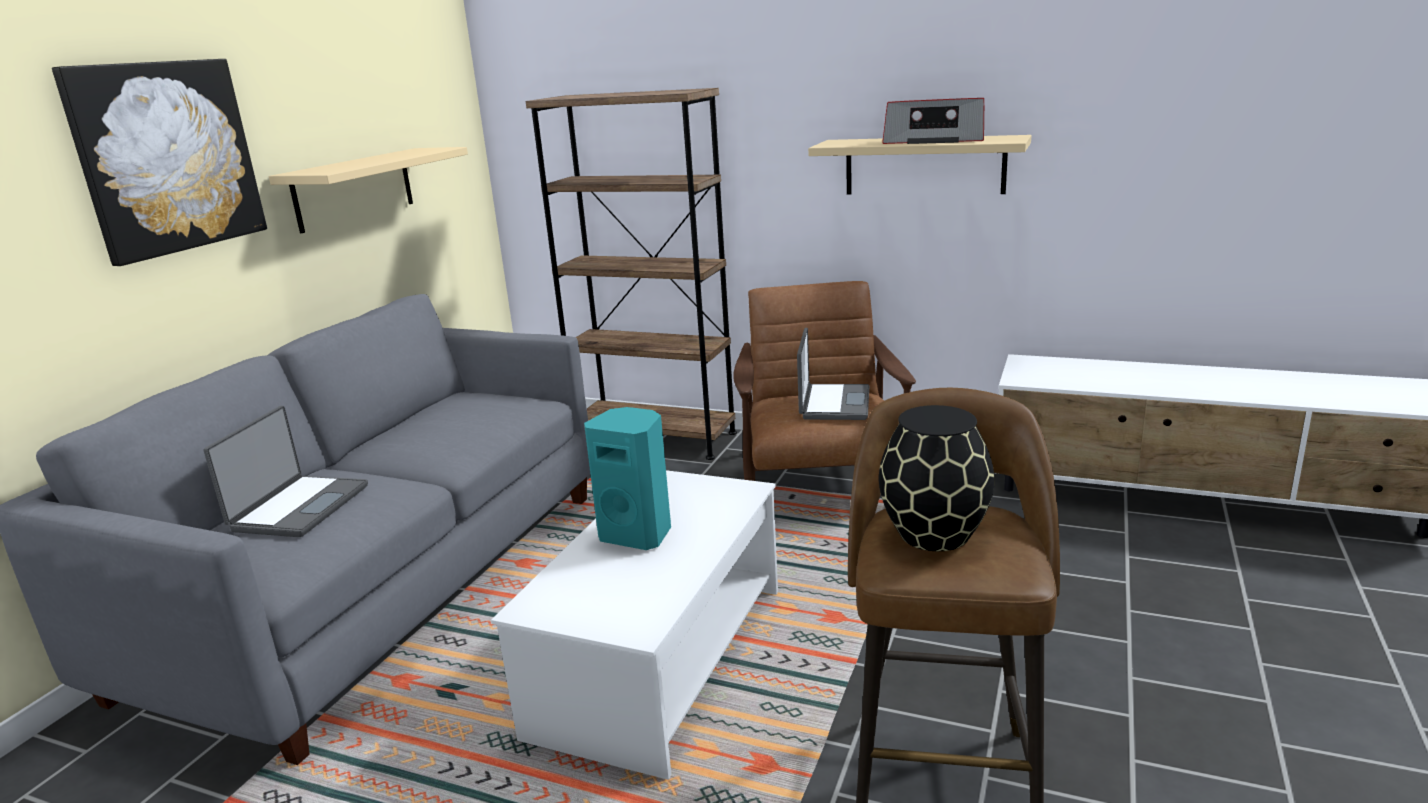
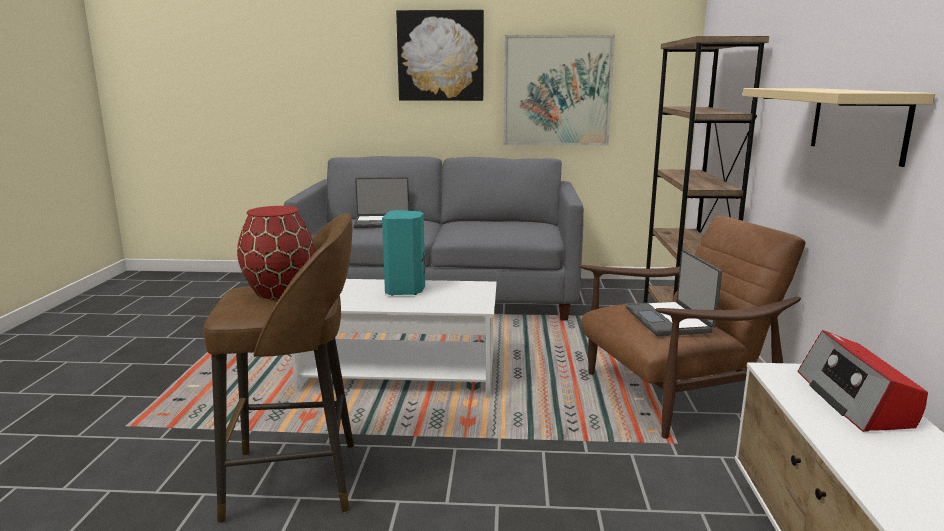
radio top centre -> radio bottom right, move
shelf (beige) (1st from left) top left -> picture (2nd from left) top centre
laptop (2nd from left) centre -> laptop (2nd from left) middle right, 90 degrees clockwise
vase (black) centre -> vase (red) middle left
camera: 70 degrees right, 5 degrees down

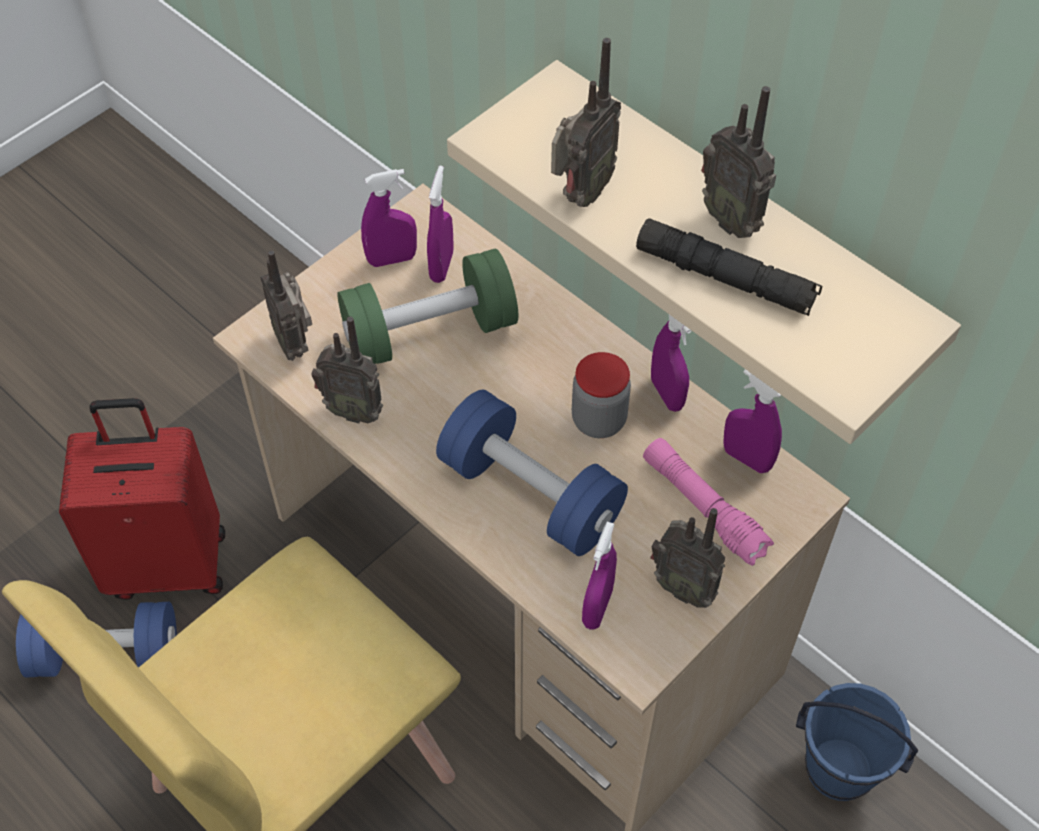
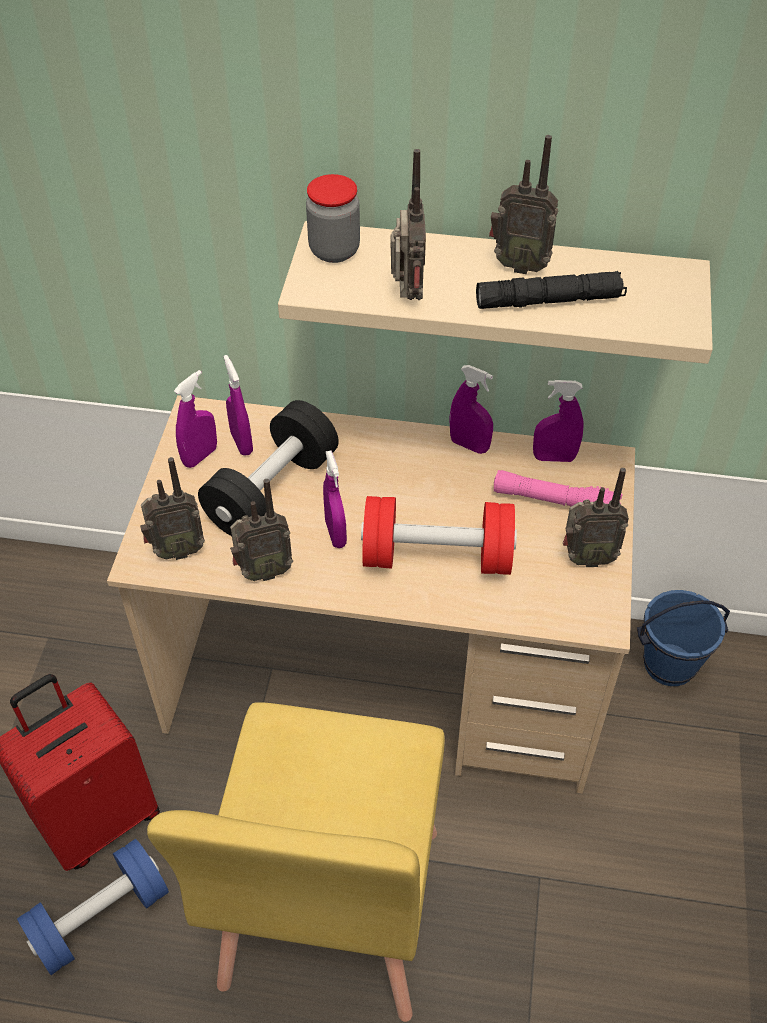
dumbbell (green) centre -> dumbbell (black) centre
radio (1st from left) middle left, 45 degrees counterclockwise
jar centre -> jar top centre, move
dumbbell (blue) (2nd from left) centre -> dumbbell (red) centre
spray bottle (purple) (3rd from left) bottom centre -> spray bottle (purple) (3rd from left) centre, move
camera: 35 degrees left, 5 degrees down

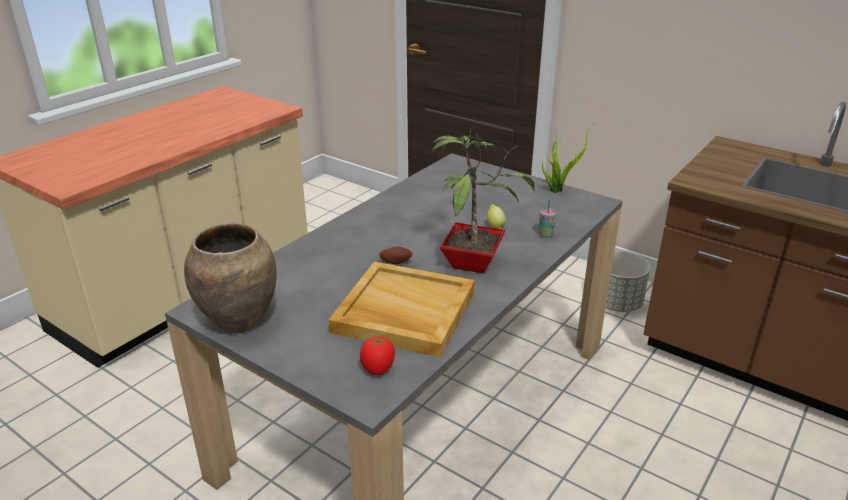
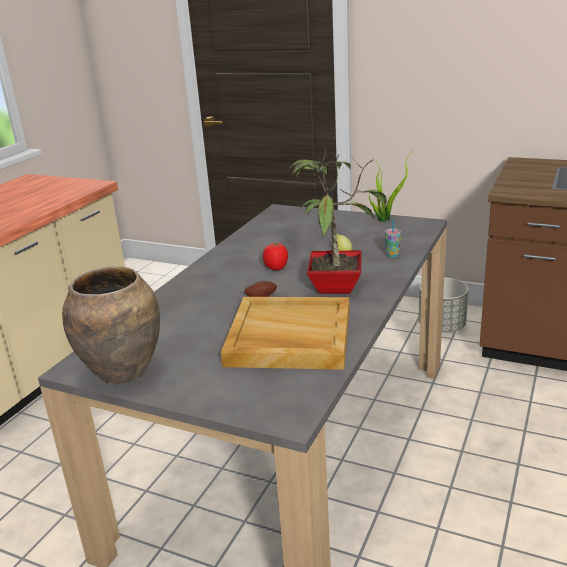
tomato bottom centre -> tomato centre, move
camera: 10 degrees left, 5 degrees down

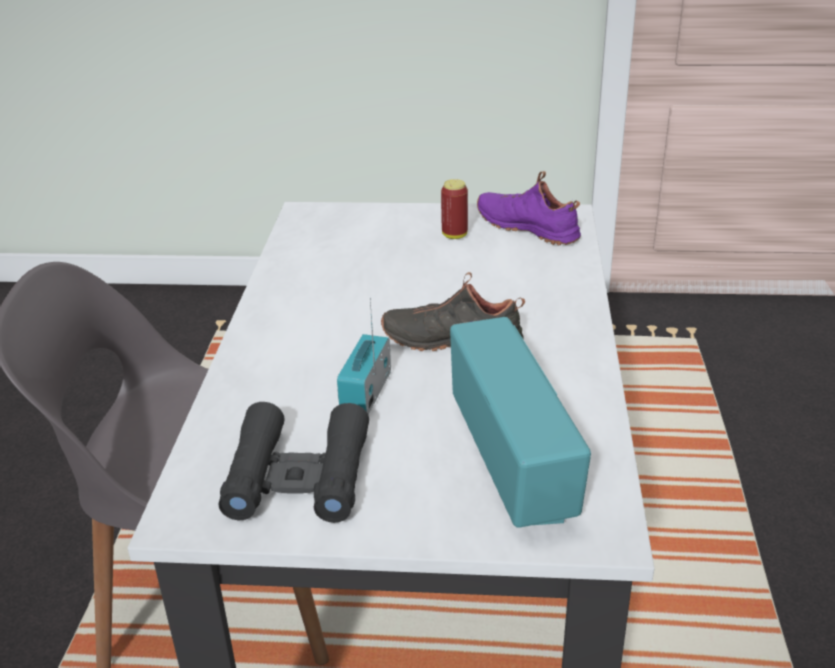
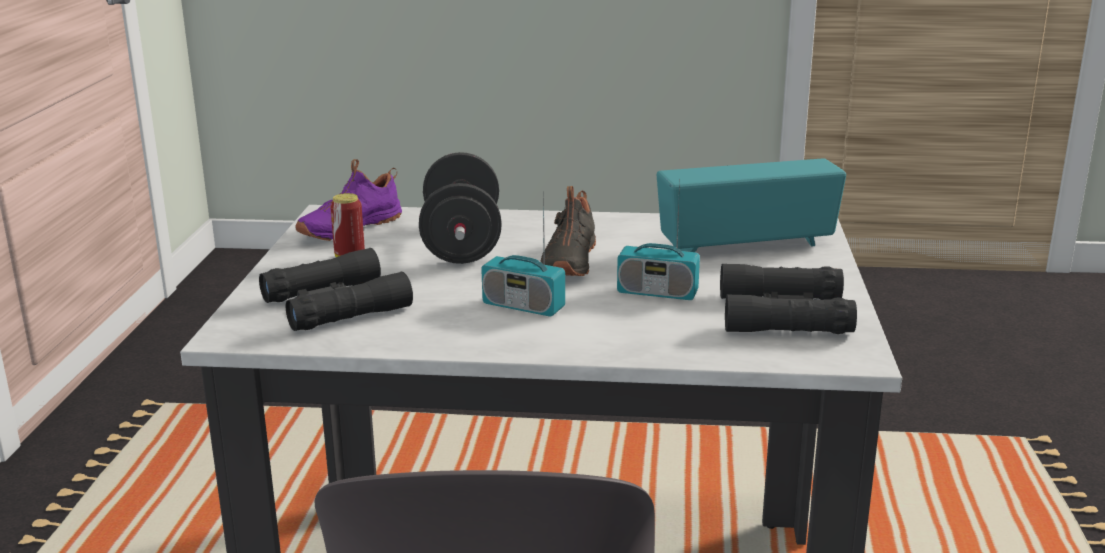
none -> dumbbell (black) centre
none -> radio (1st from left) centre
none -> binoculars (black) (1st from left) middle left
camera: 90 degrees left, 10 degrees down

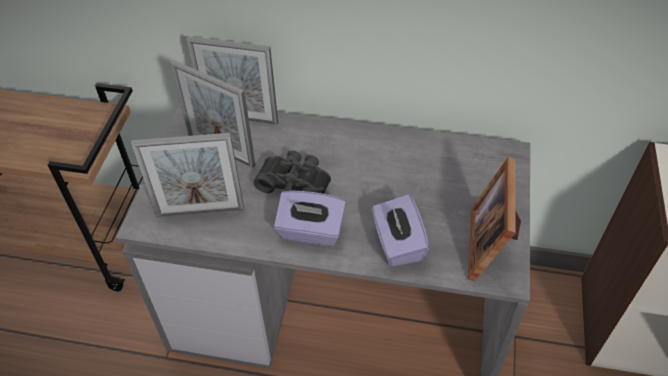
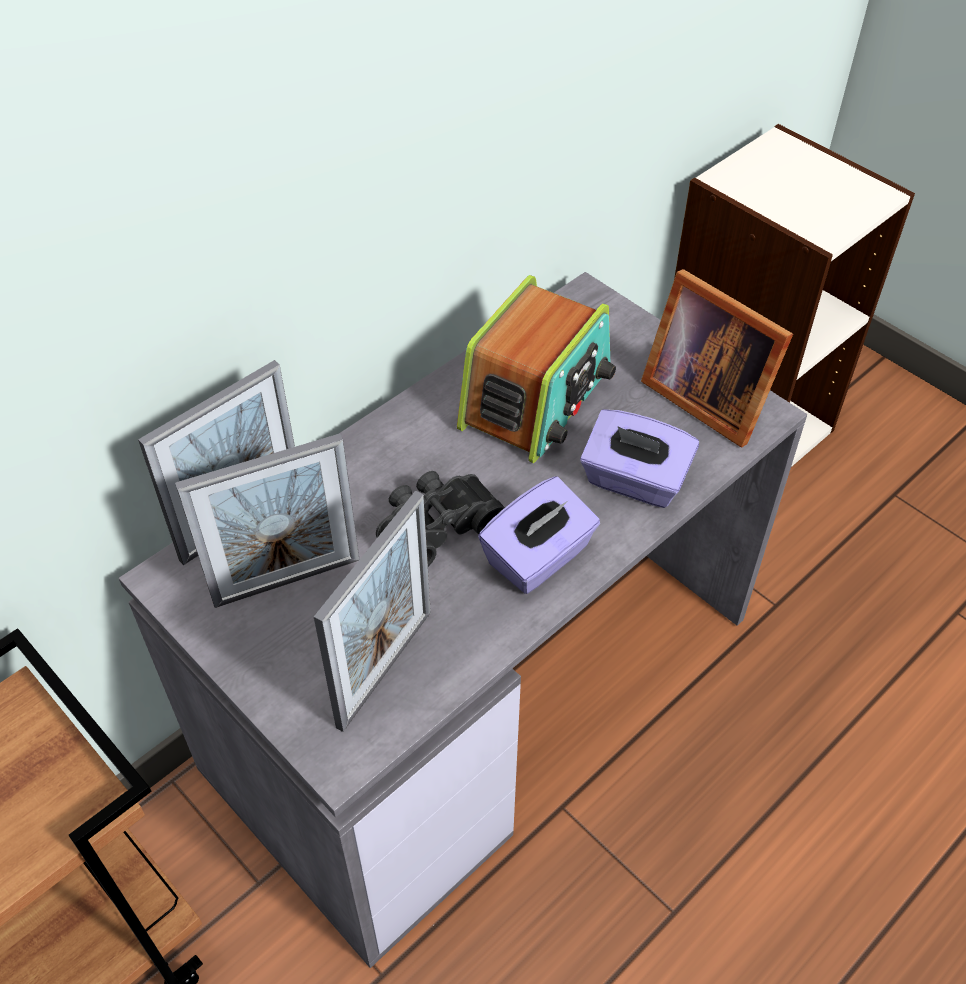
none -> radio centre
camera: 55 degrees left, 0 degrees up

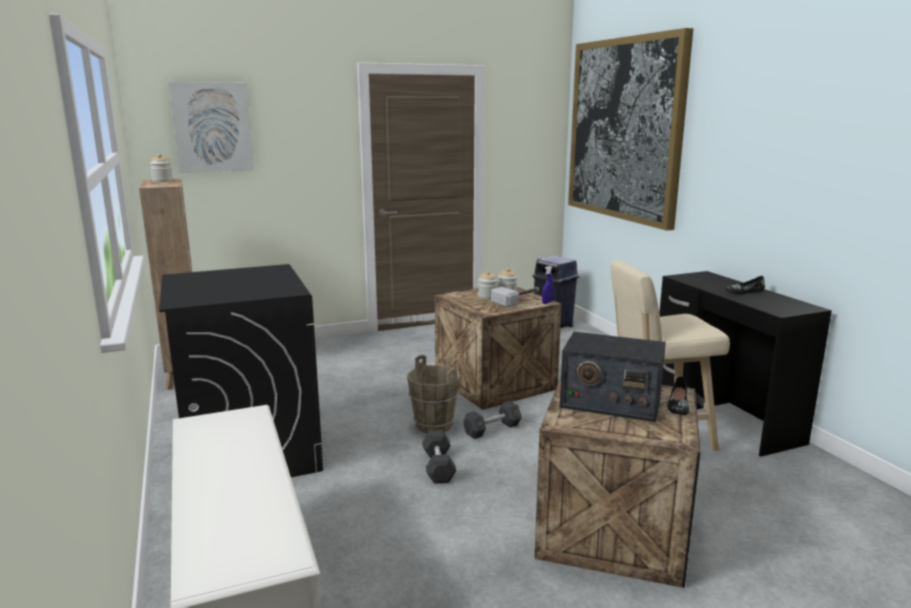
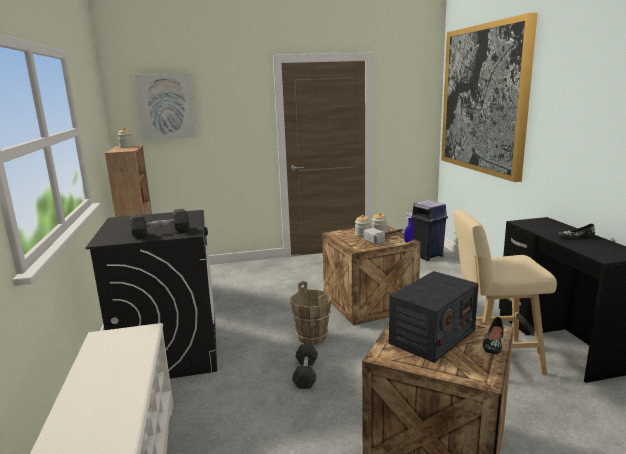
radio middle right -> radio bottom right, 75 degrees counterclockwise
dumbbell (grey) (2nd from left in the first image) bottom centre -> dumbbell (grey) (1st from left) middle left, move
camera: 10 degrees right, 0 degrees up

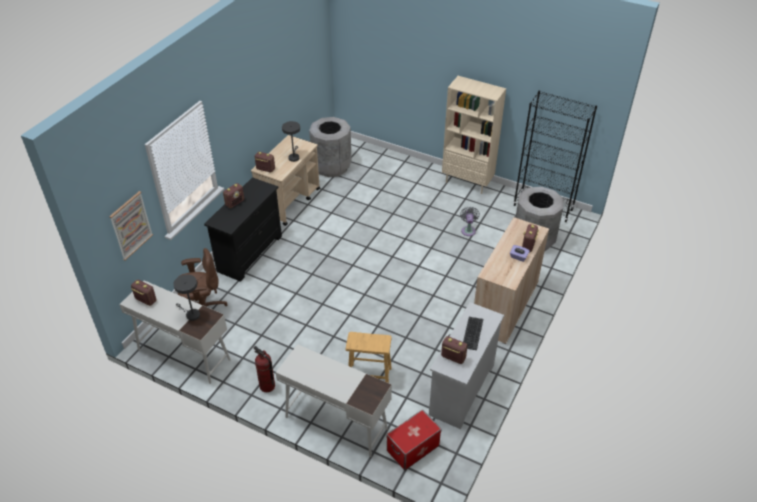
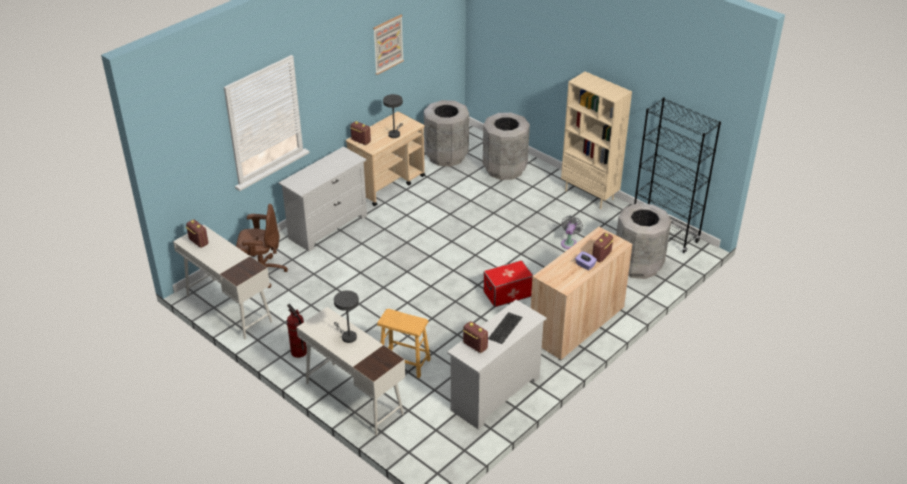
dresser (black) middle left -> dresser (white) (1st from left) centre
radio (2nd from left) middle left -> none
picture middle left -> picture top centre, move
table lamp (grey) (1st from left) middle left -> table lamp (grey) (1st from left) centre, move
storage box bottom centre -> storage box centre, move
none -> trash can (grey) (2nd from left) top centre
camera: 15 degrees right, 5 degrees down

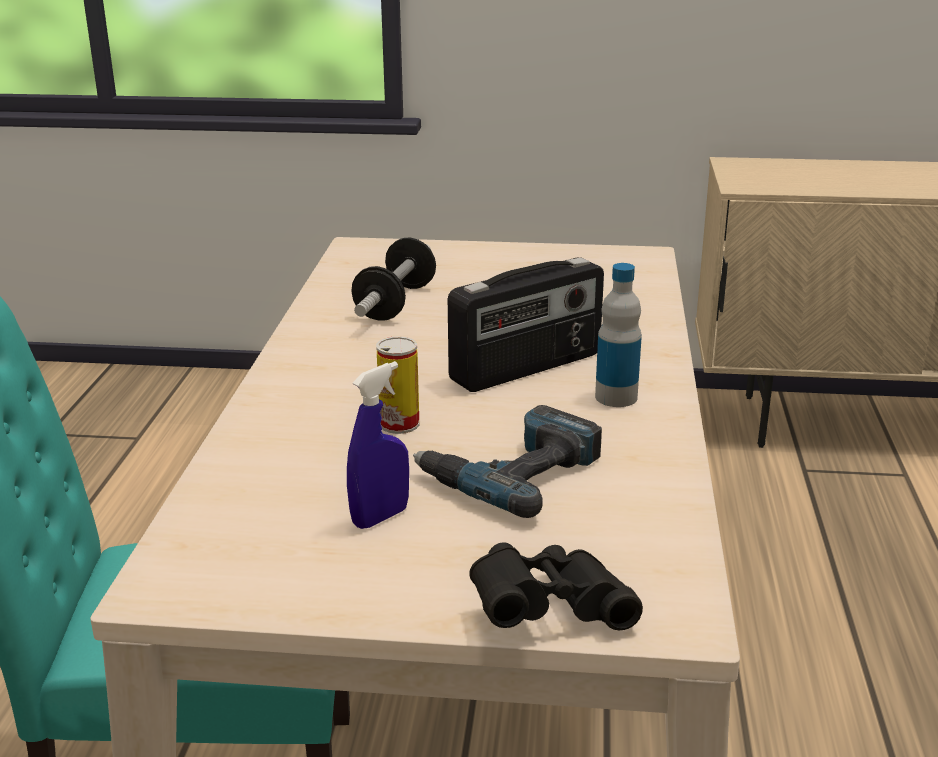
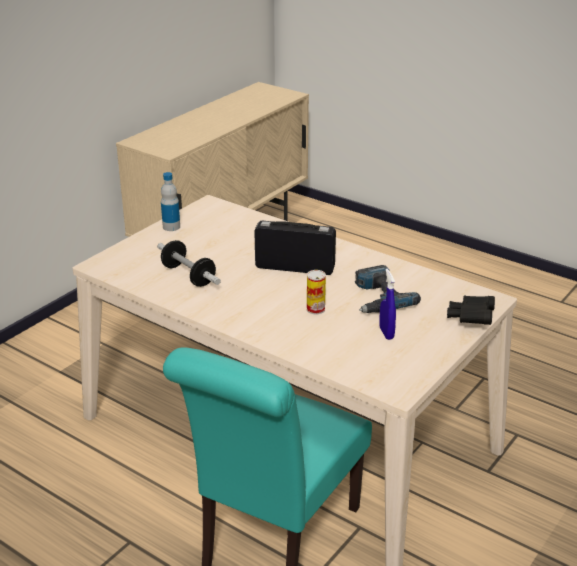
radio centre, 75 degrees counterclockwise
bottle centre -> bottle middle left, move
camera: 60 degrees left, 5 degrees up

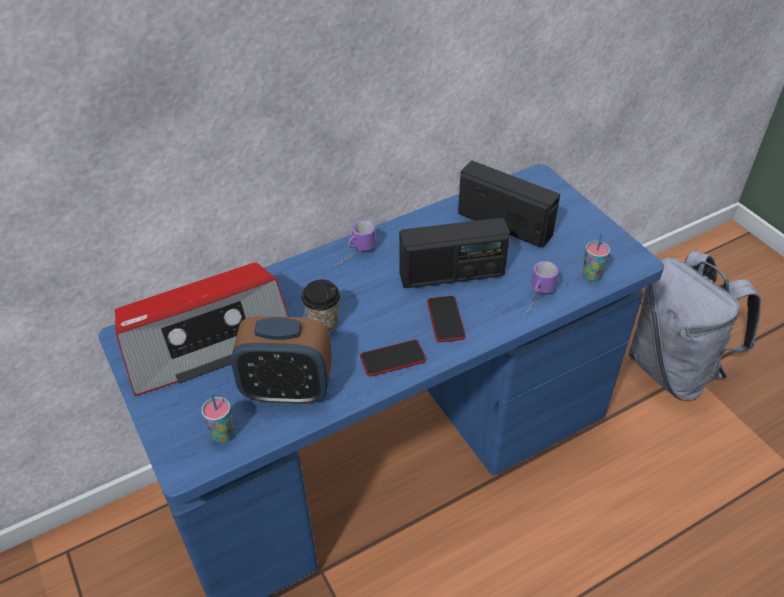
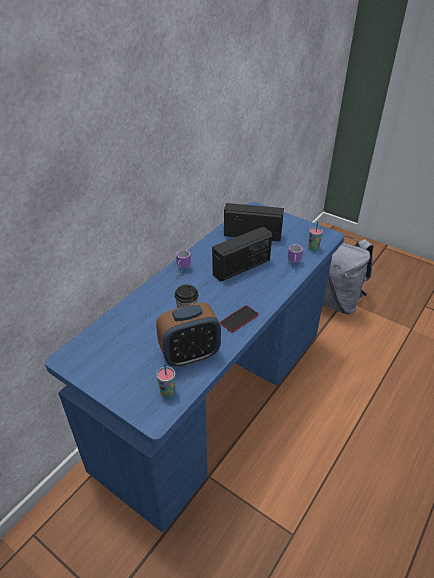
radio (1st from left) middle left -> none
phone (2nd from left) centre -> none
camera: 25 degrees left, 5 degrees down

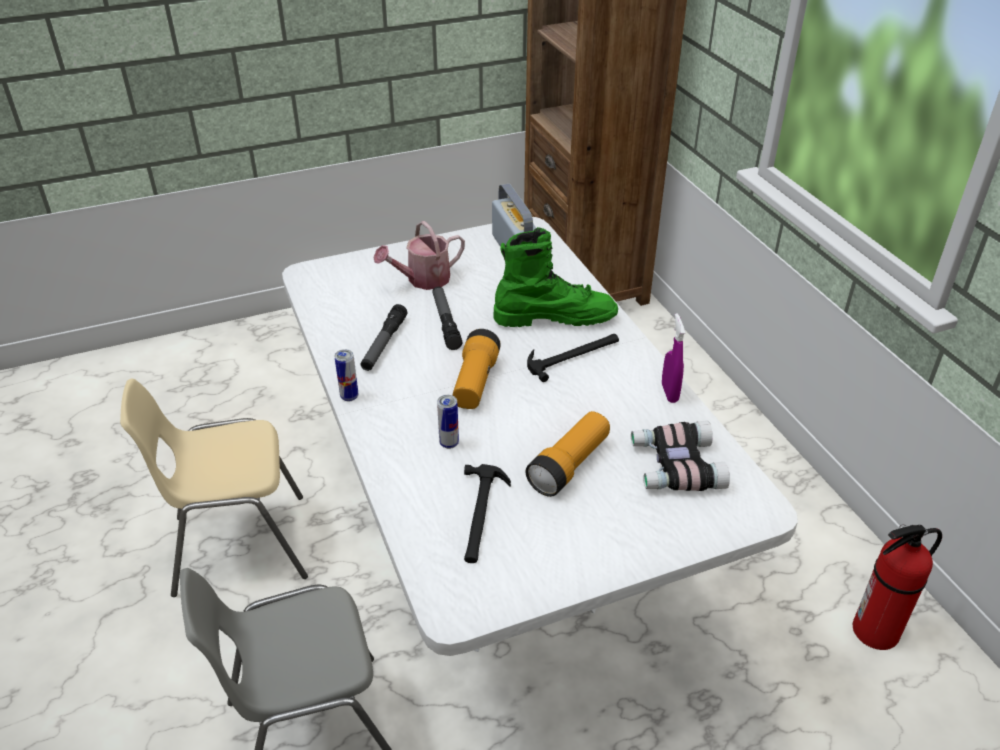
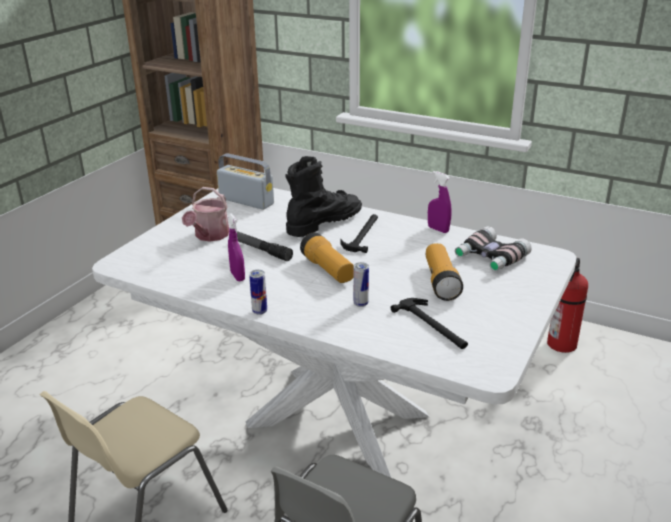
boot (green) centre -> boot (black) centre
flashlight (1st from left) centre -> spray bottle (purple) (1st from left) centre
camera: 40 degrees left, 10 degrees down

